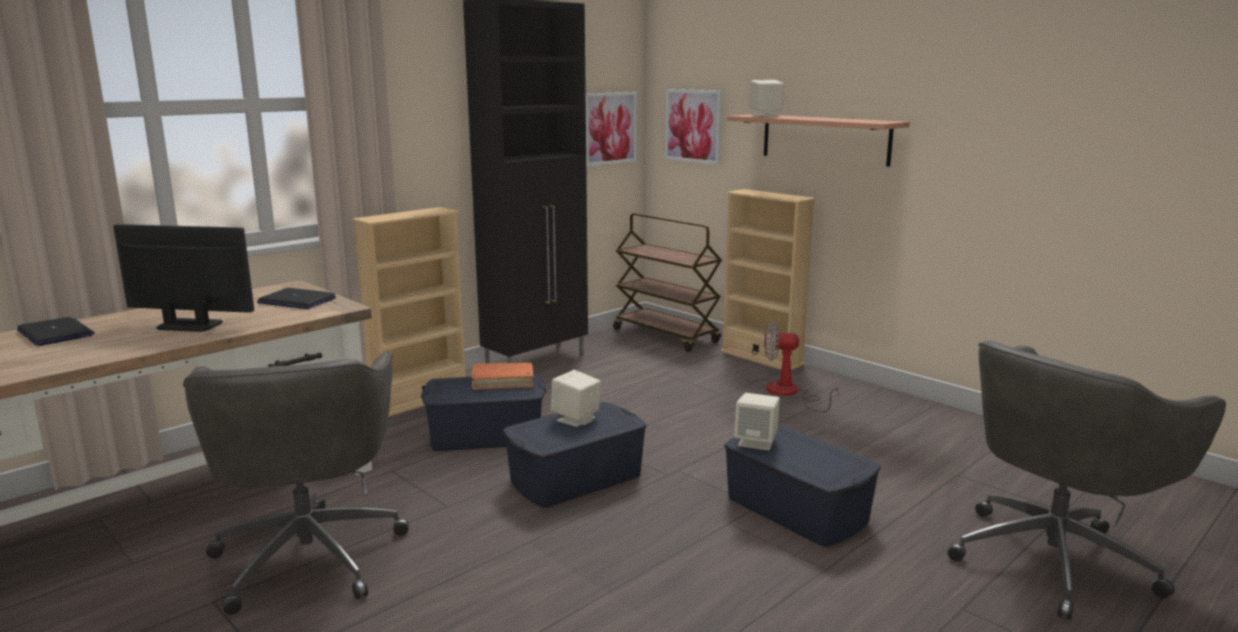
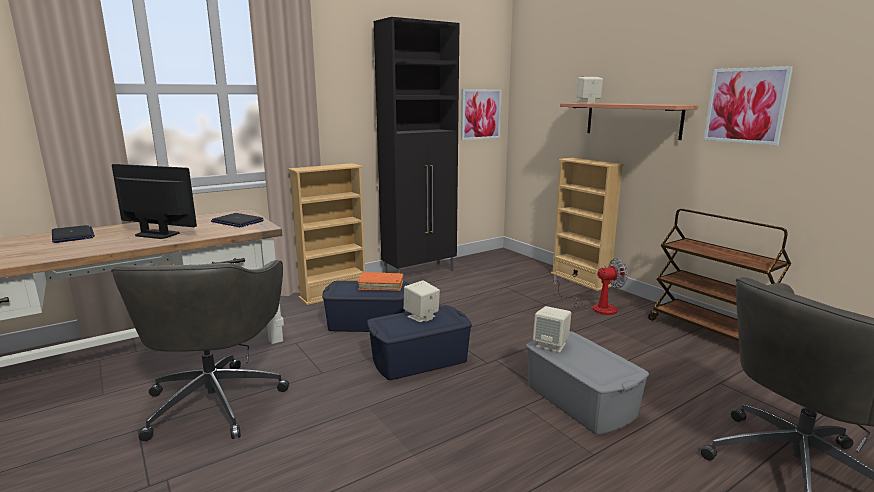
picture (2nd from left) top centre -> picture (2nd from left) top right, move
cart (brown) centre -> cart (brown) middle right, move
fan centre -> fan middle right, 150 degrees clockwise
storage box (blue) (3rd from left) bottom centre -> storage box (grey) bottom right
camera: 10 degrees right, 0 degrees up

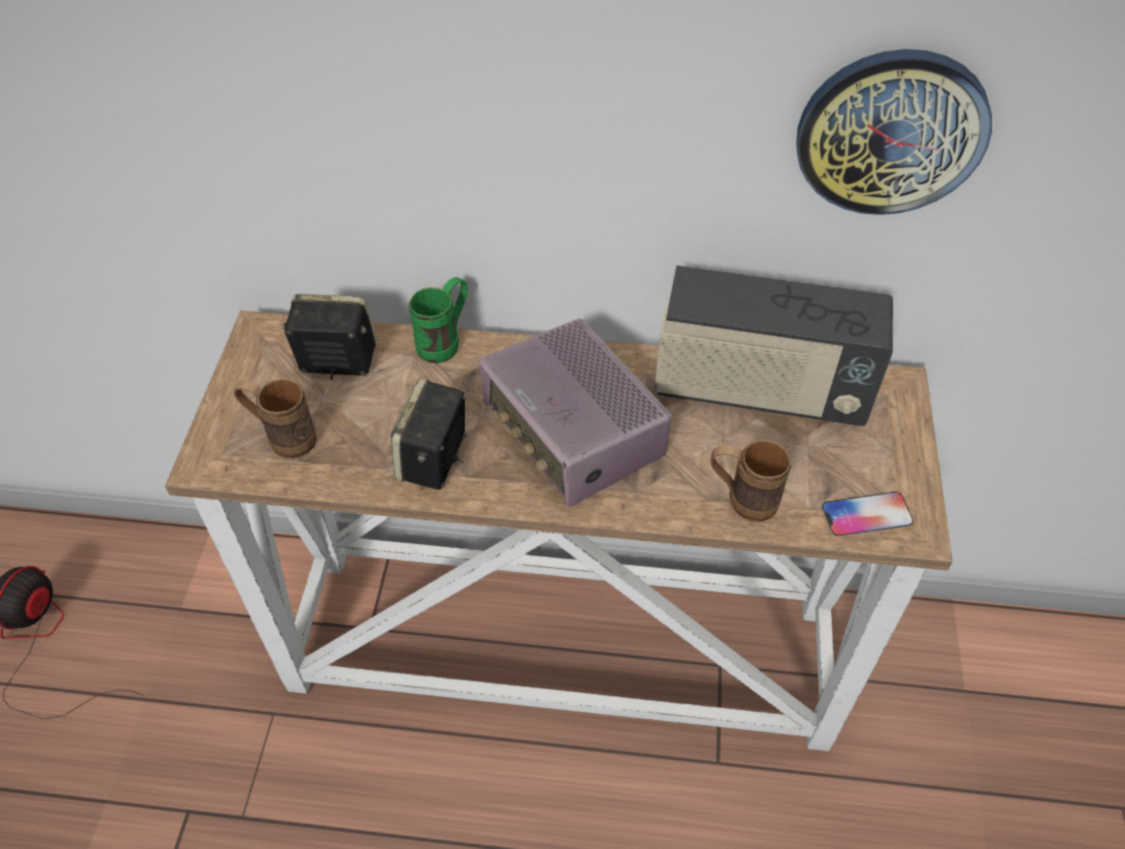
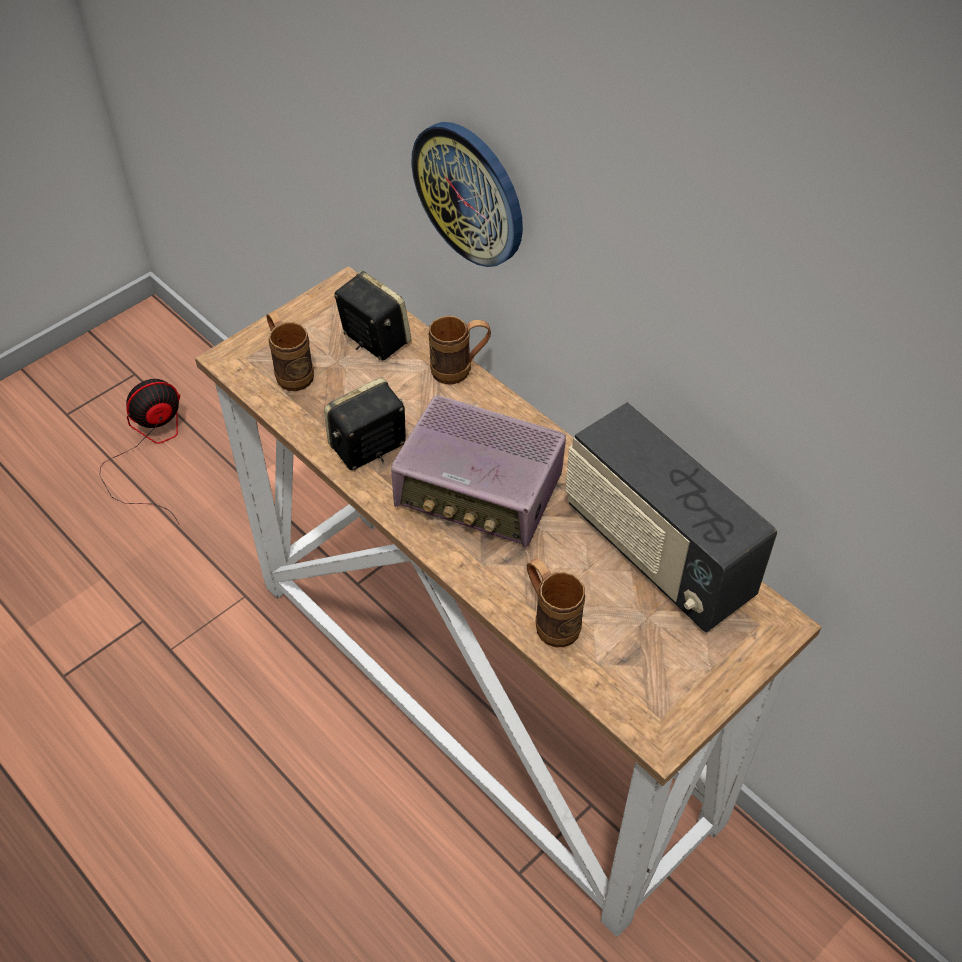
wall clock top right -> wall clock top centre, move
mug (green) centre -> mug (brown) (2nd from left) centre
radio (1st from left) centre, 75 degrees counterclockwise
phone middle right -> none
camera: 40 degrees right, 0 degrees up

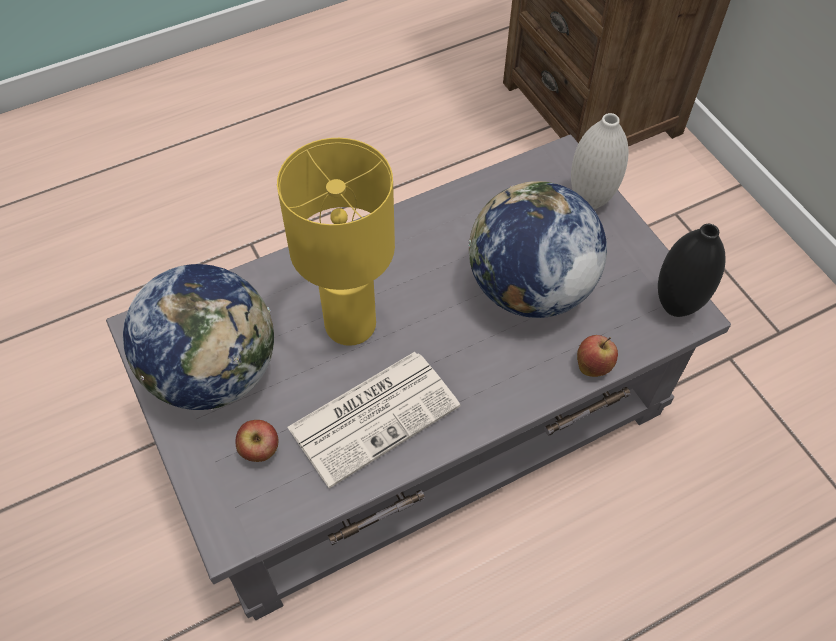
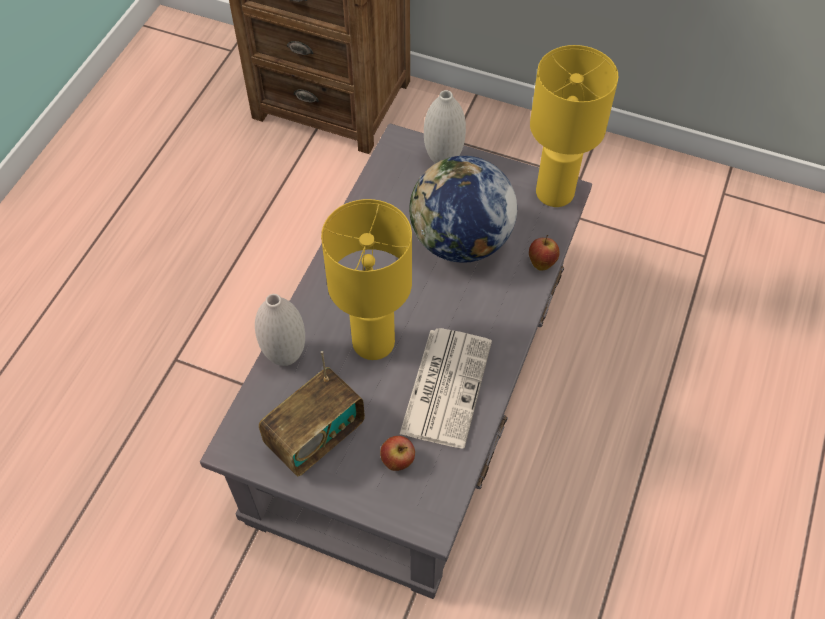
vase (black) middle right -> table lamp (yellow) (2nd from left) top right
globe (1st from left) middle left -> radio bottom centre
none -> vase (white) (1st from left) centre
camera: 40 degrees left, 0 degrees up

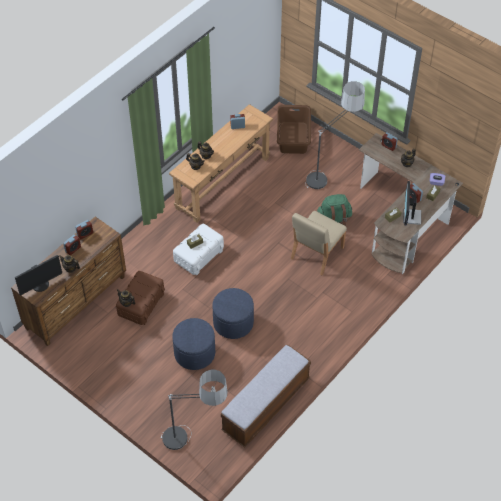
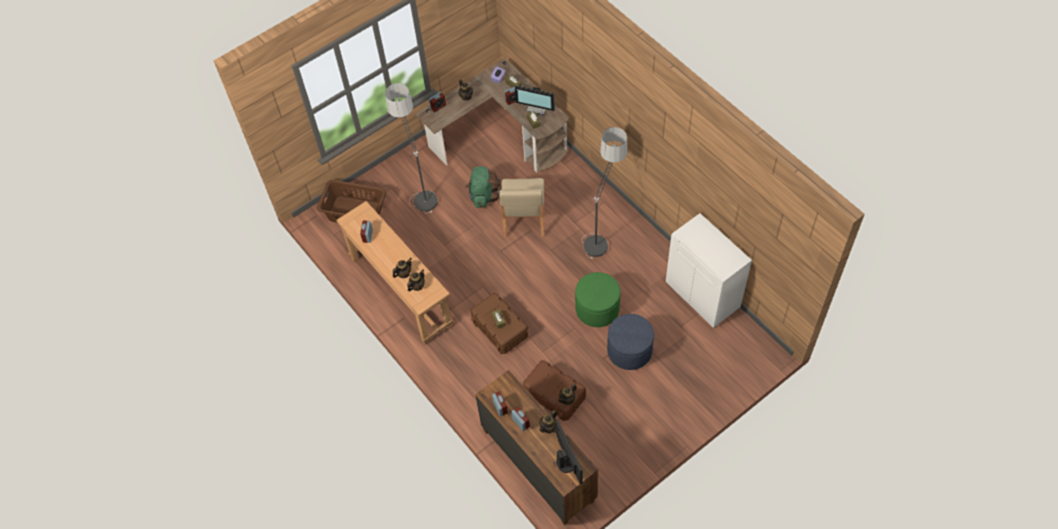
chair (beige) centre, 45 degrees clockwise
storage box (white) centre -> storage box (brown) (1st from left) centre
ottoman (blue) (2nd from left) centre -> ottoman (green) centre
bench bottom centre -> cabinet (white) middle right
floor lamp (1st from left in the first image) bottom centre -> floor lamp (2nd from left) centre, move
camera: 75 degrees left, 5 degrees up

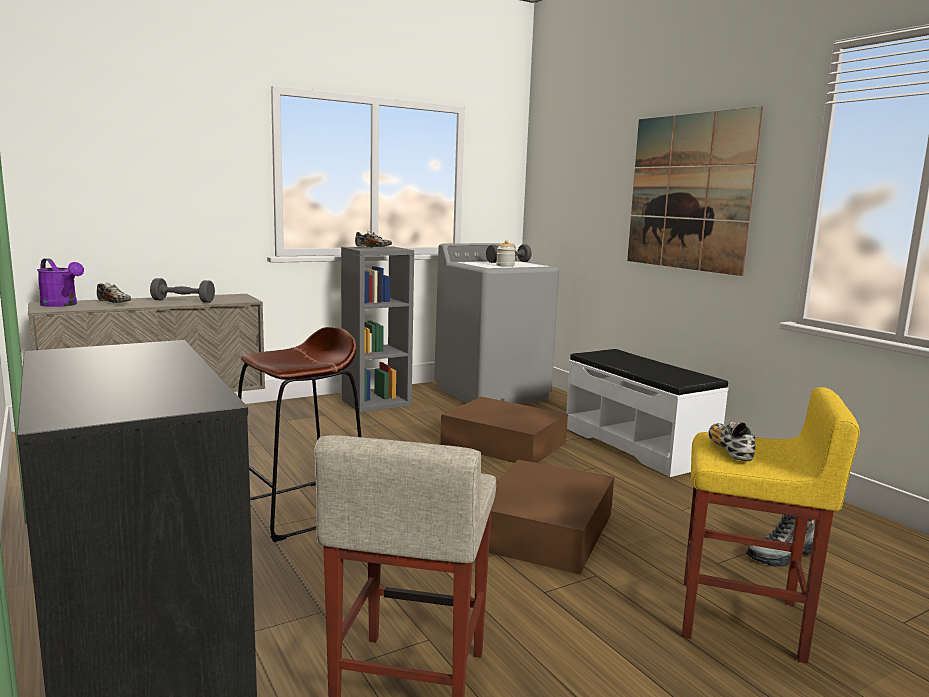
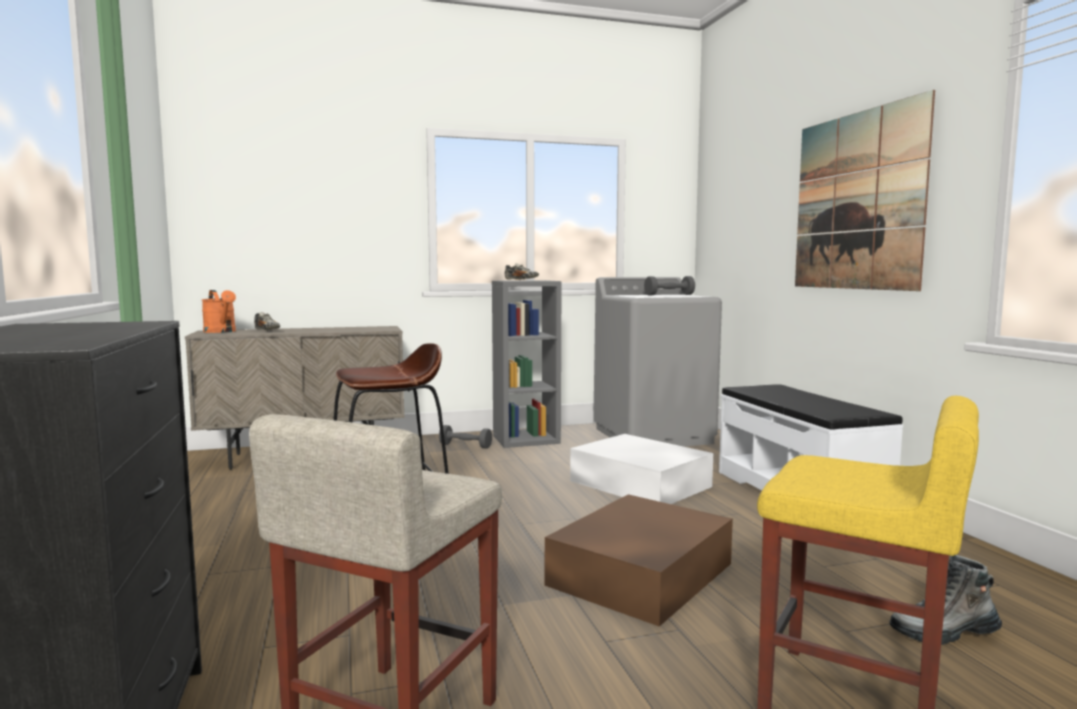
jar centre -> none
watering can (purple) middle left -> watering can (orange) middle left
dumbbell (grey) (1st from left) middle left -> dumbbell (grey) (1st from left) centre, move
storage box (brown) (1st from left) centre -> storage box (white) centre
shoe (3rd from left) middle right -> none
camera: 15 degrees right, 5 degrees down

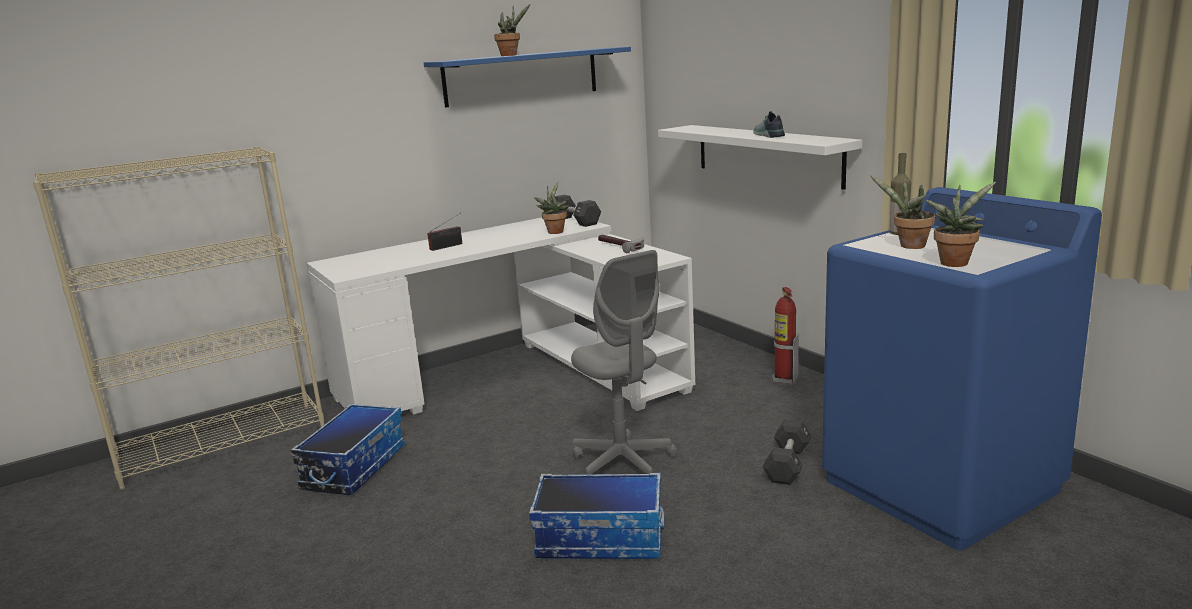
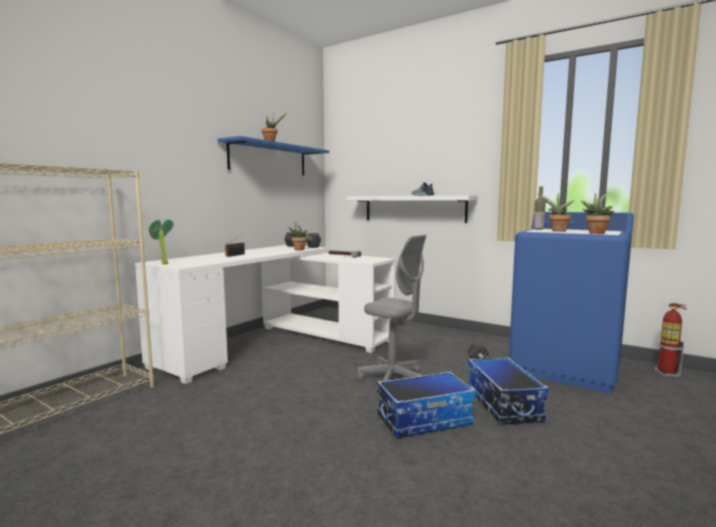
fire extinguisher centre -> fire extinguisher middle right, move
storage box (1st from left in the first image) bottom left -> storage box (2nd from left) bottom right, move
none -> potted plant (1st from left) middle left
camera: 25 degrees left, 10 degrees down

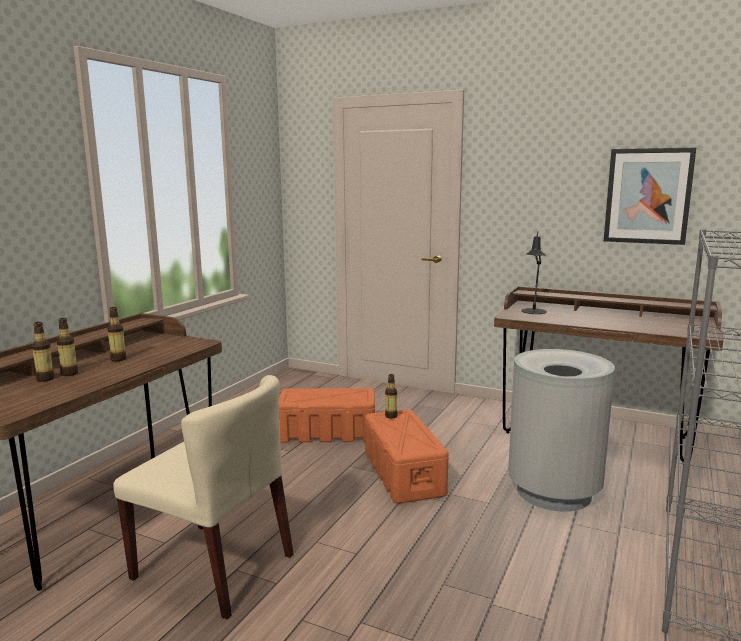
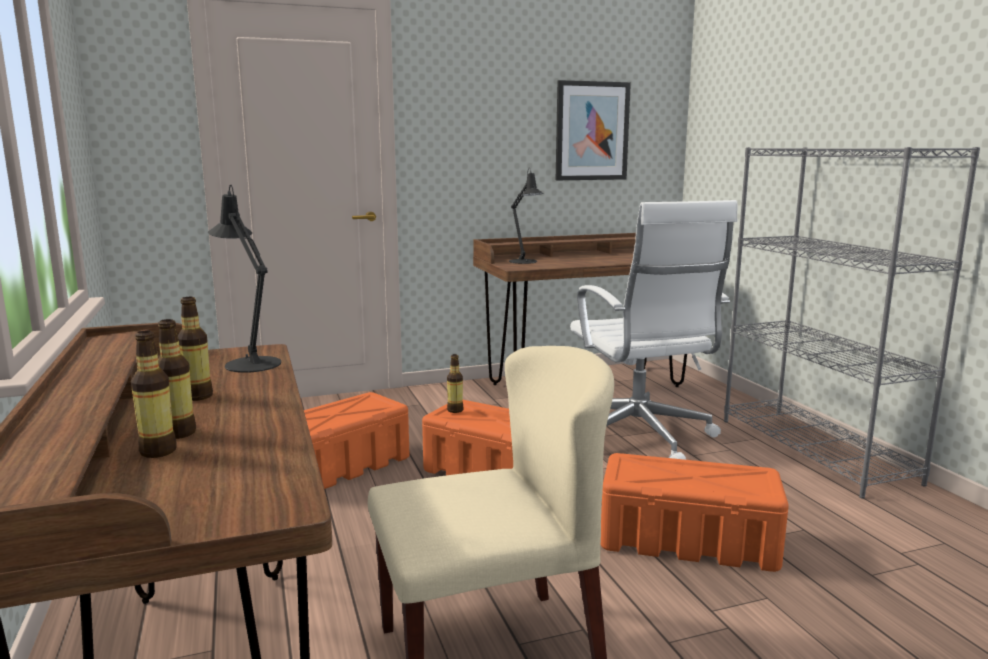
trash can (grey) bottom right -> office chair (white) centre
none -> table lamp (black) (1st from left) middle left
none -> storage box (orange) (3rd from left) bottom right
camera: 45 degrees left, 0 degrees up

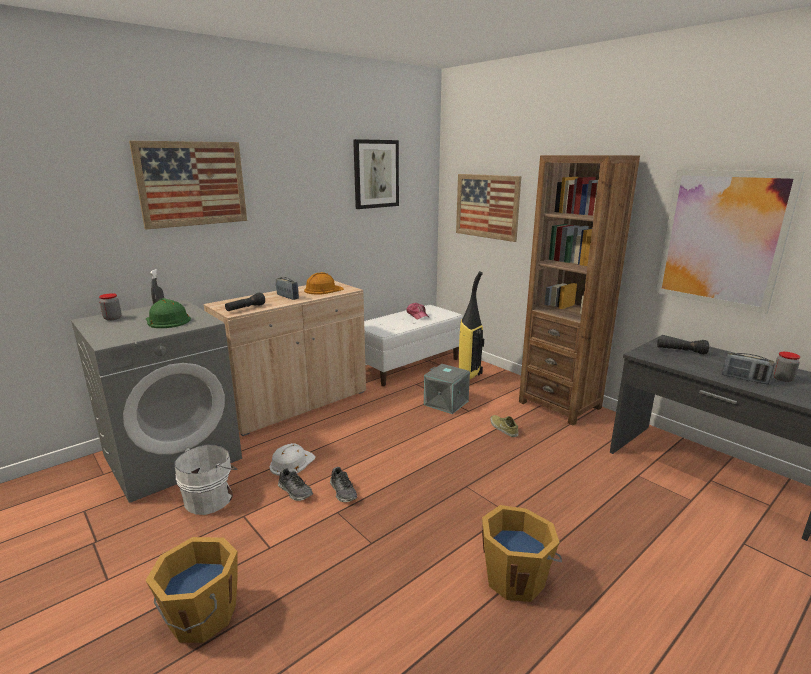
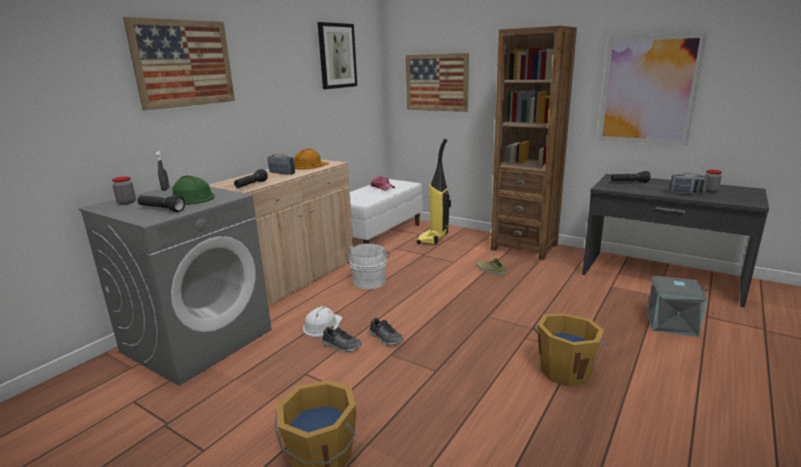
storage box (grey) centre -> storage box (grey) middle right, move
bucket (white) bottom left -> bucket (white) centre, move
none -> flashlight (black) (1st from left) middle left
camera: 15 degrees left, 0 degrees up

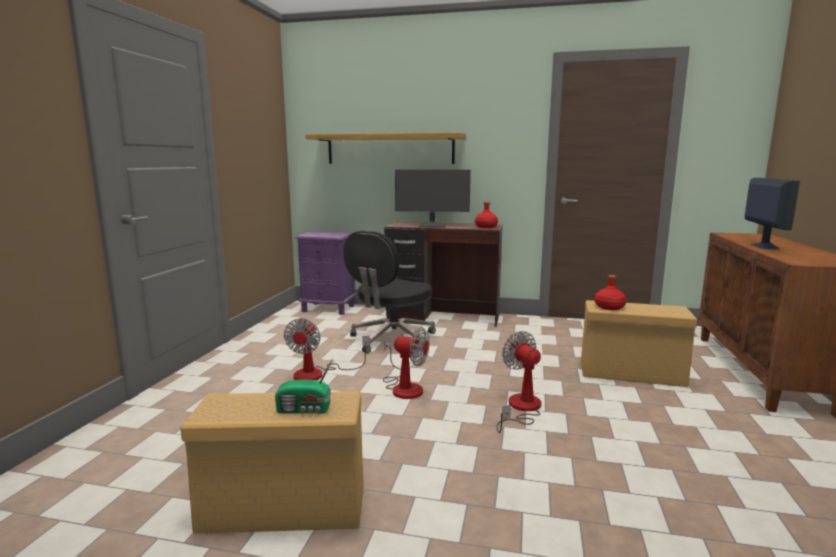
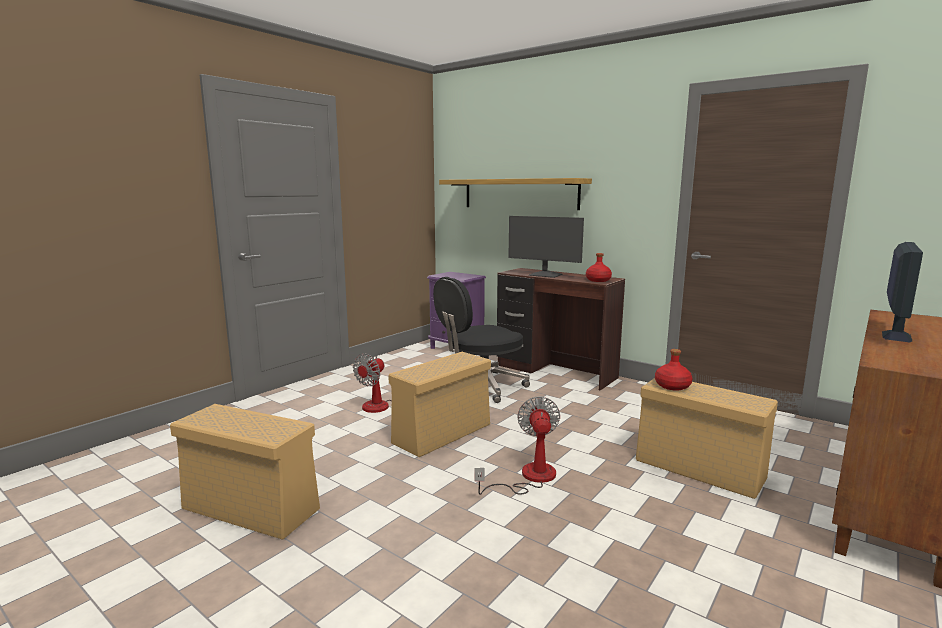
fan (2nd from left) centre -> storage box (beige) (2nd from left) centre
radio bottom centre -> none
camera: 25 degrees right, 0 degrees up

